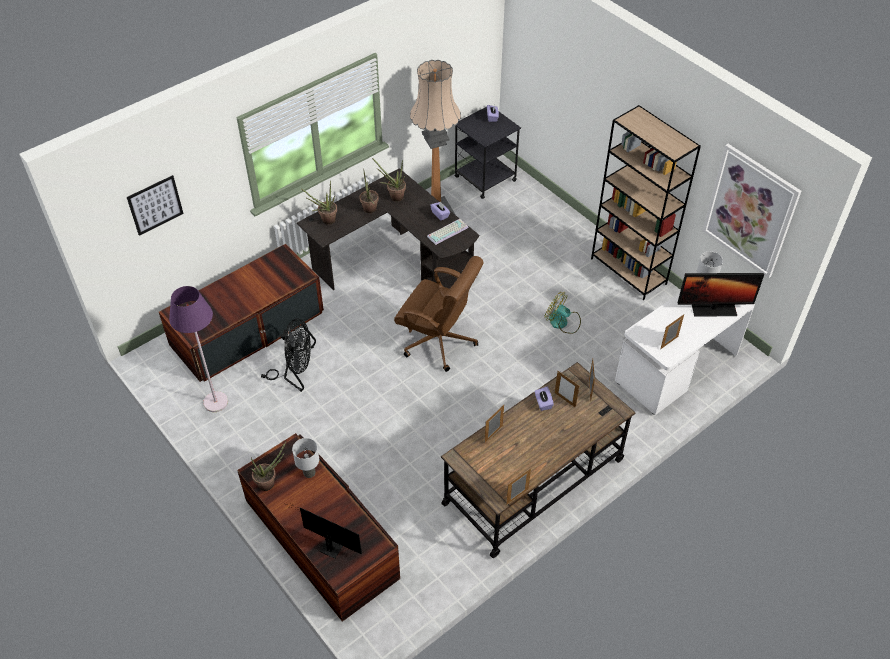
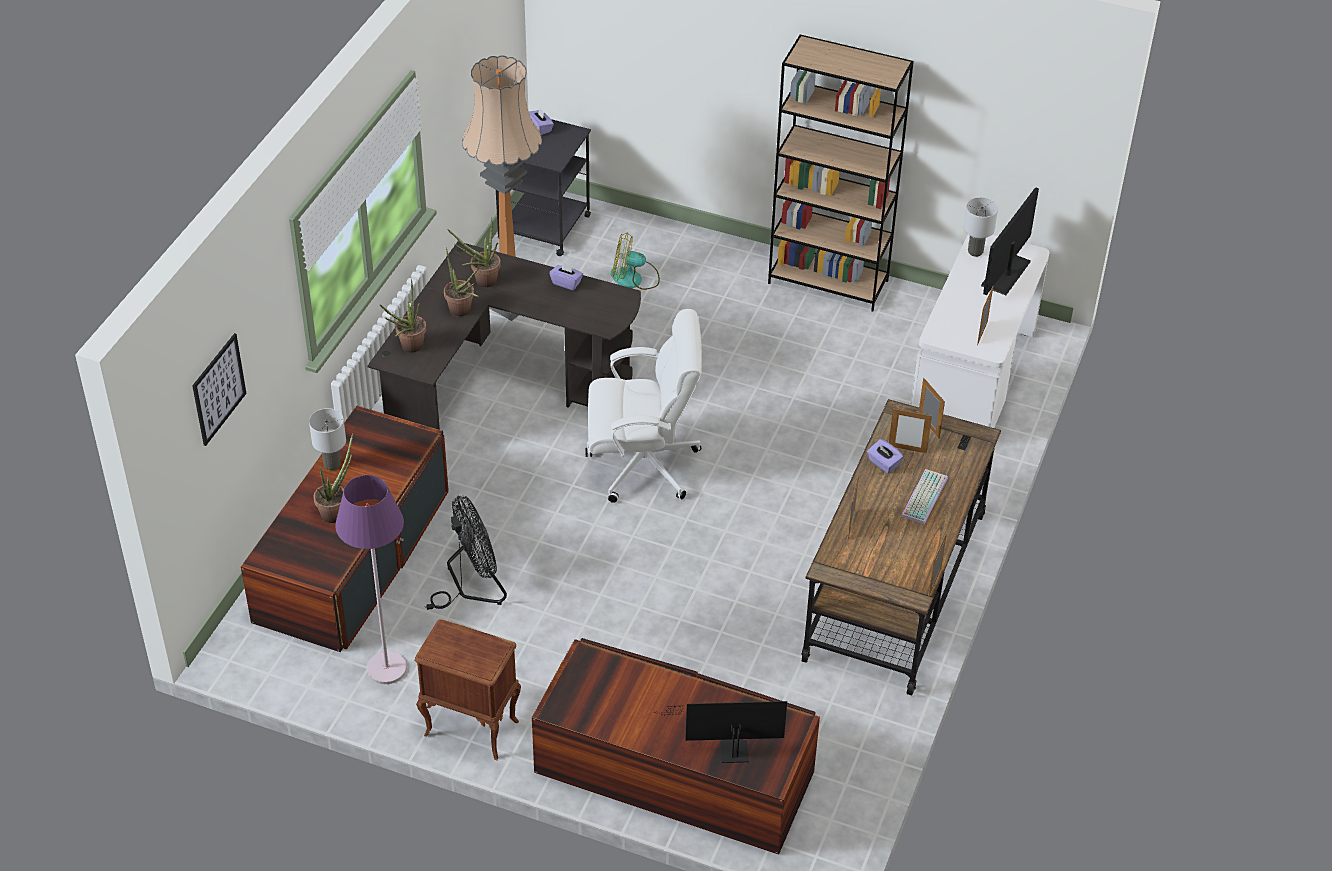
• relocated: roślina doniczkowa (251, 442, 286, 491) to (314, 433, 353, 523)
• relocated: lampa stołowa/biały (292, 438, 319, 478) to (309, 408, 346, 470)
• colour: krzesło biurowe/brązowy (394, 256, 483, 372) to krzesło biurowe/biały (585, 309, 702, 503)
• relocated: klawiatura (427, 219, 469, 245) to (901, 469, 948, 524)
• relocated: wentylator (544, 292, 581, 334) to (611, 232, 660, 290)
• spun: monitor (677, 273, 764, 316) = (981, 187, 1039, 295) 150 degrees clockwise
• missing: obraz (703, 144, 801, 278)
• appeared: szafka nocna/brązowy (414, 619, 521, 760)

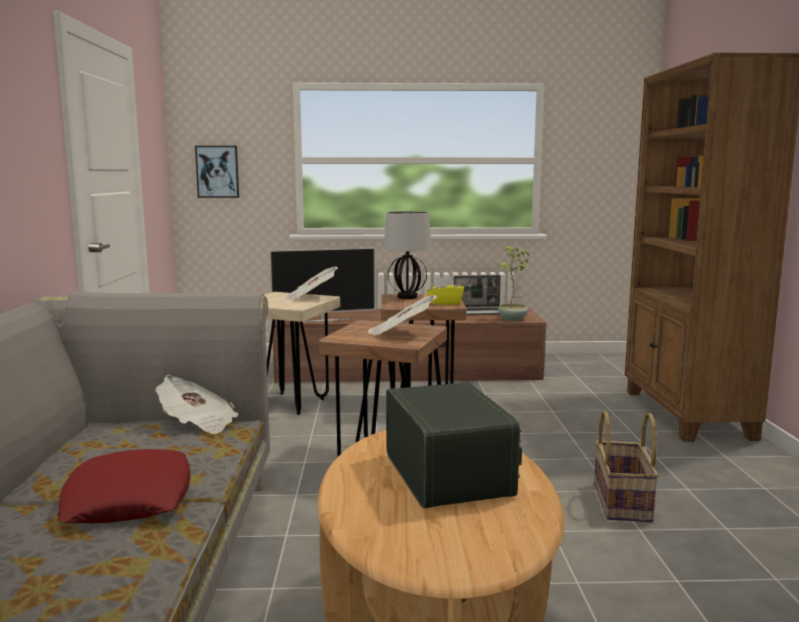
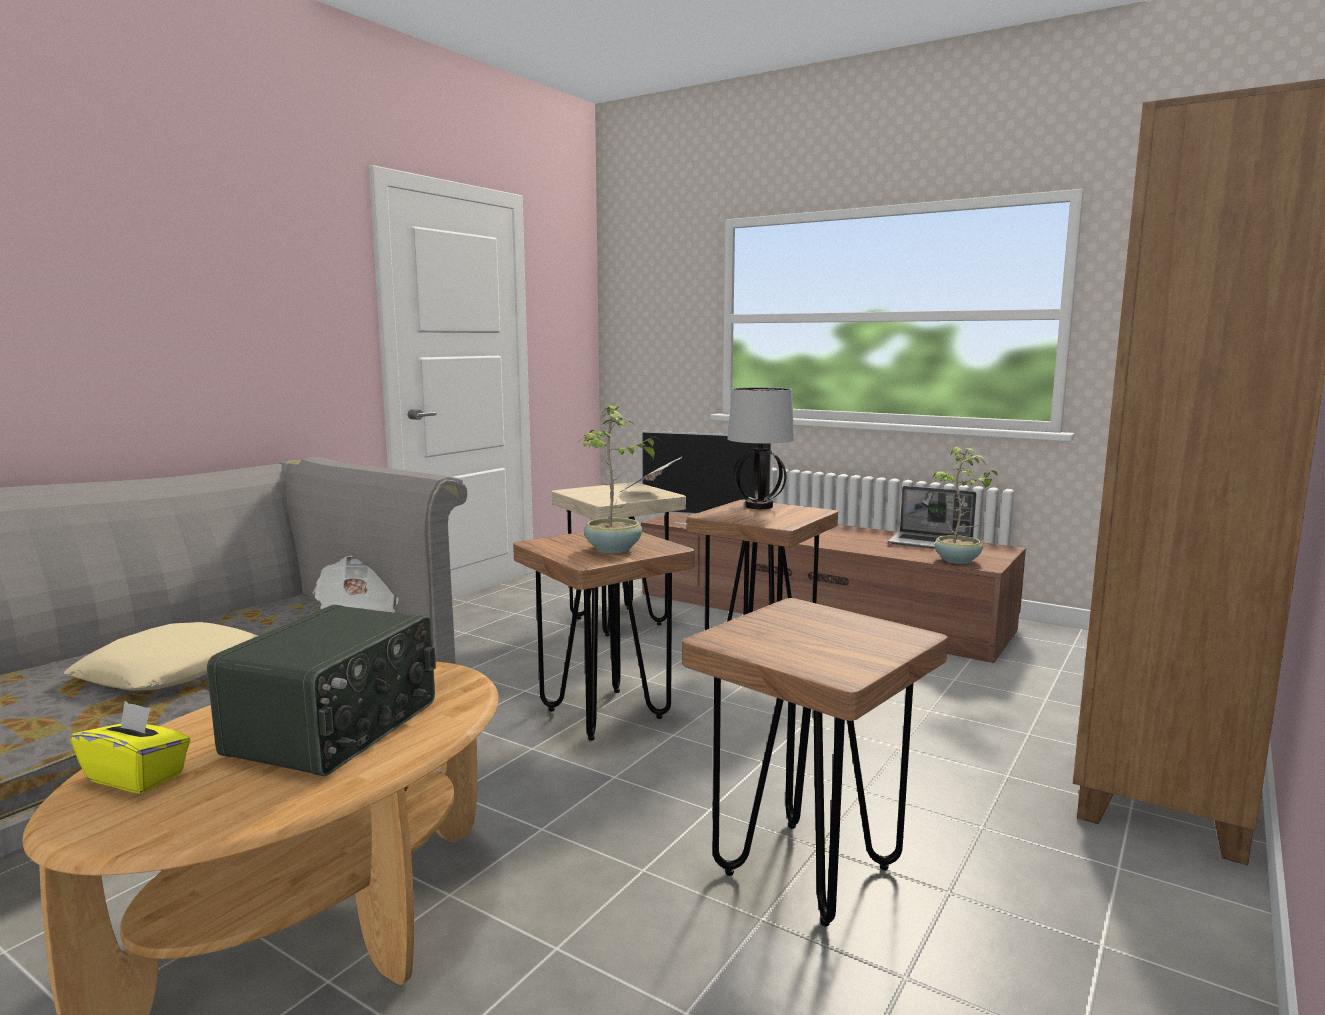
• colour: poduszka/czerwony (58, 449, 190, 523) to poduszka/beżowy (64, 622, 258, 690)
• missing: obraz (195, 146, 239, 198)
• exchanged: gazeta (367, 295, 437, 336) to roślina doniczkowa (580, 404, 662, 553)
• relocated: pudełko chusteczek/żółty (427, 277, 464, 305) to (71, 701, 191, 794)
• exchanged: koszyk (594, 411, 659, 522) to stołek/brązowy (682, 598, 948, 926)

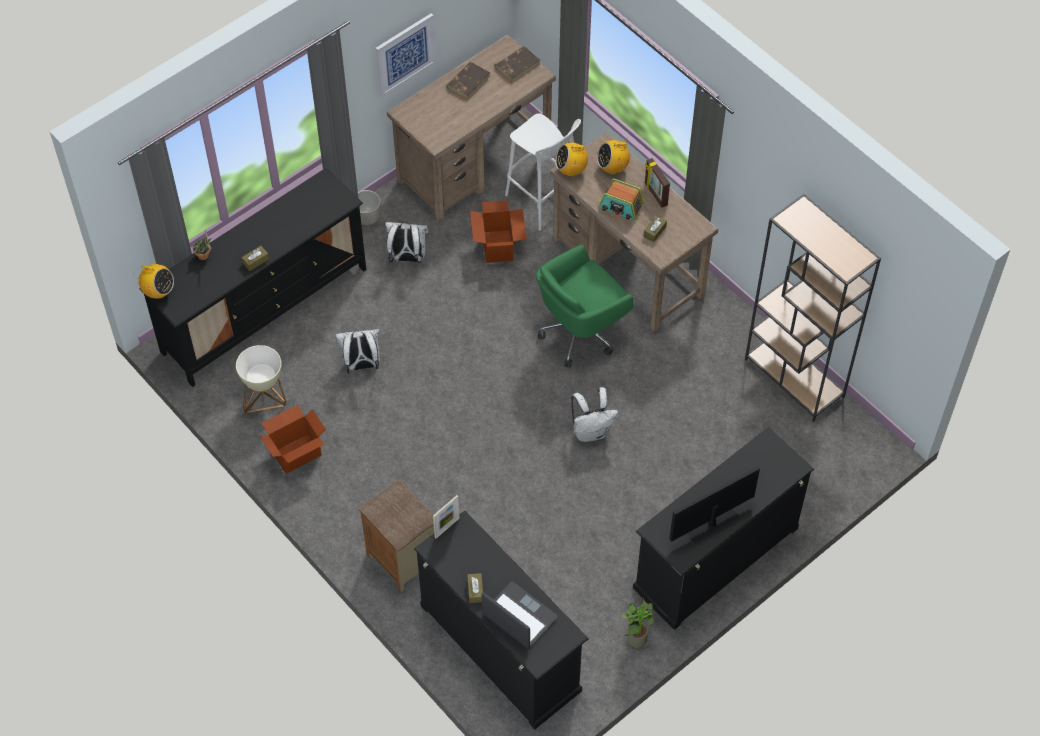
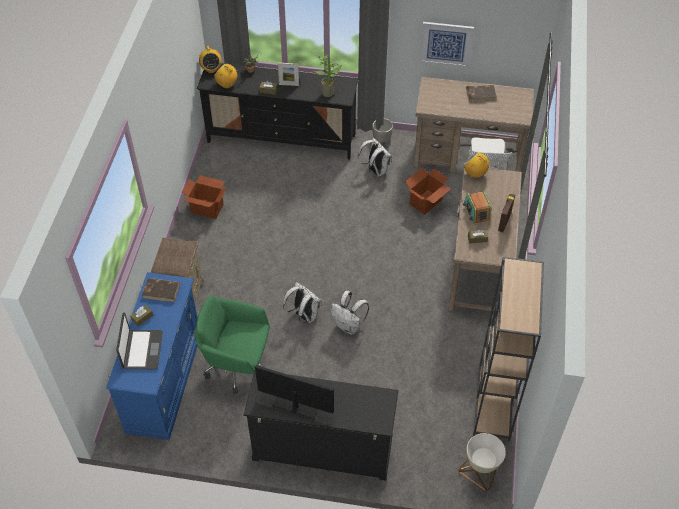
• relocated: donica (236, 345, 286, 413) to (458, 433, 506, 491)
• relocated: plecak/biały (335, 329, 380, 374) to (283, 282, 322, 323)
• colour: szafka/czarny (414, 511, 589, 729) to szafka/niebieski (106, 272, 198, 440)
• relocated: ramka na zdjęcie (433, 495, 460, 539) to (278, 63, 299, 86)
• relocated: książka/brązowy (494, 46, 540, 83) to (142, 278, 180, 302)
• relocated: krzesło biurowe/zielony (536, 245, 633, 367) to (195, 295, 270, 394)
• relocated: radio (597, 137, 630, 174) to (214, 63, 238, 88)
• relocated: roślina doniczkowa (620, 598, 654, 648) to (314, 53, 342, 97)

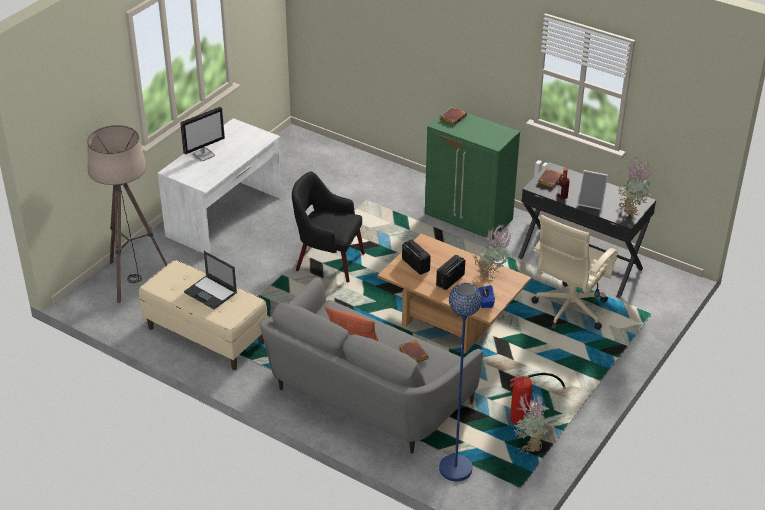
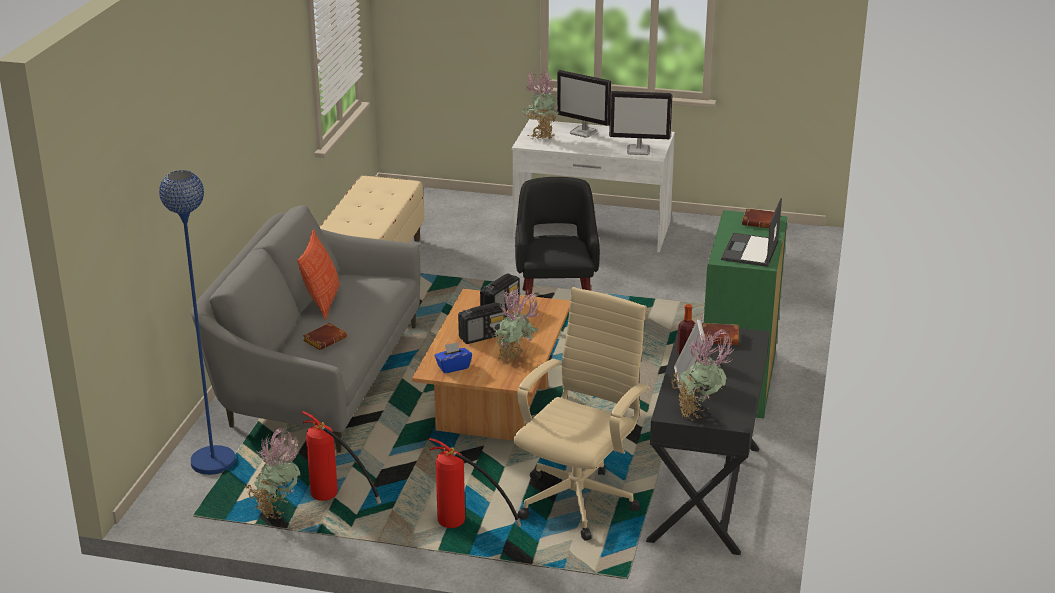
• missing: lampa stojąca (87, 125, 167, 303)
• relocated: laptop (184, 251, 237, 309) to (721, 198, 782, 267)
• spun: radio (436, 255, 465, 290) = (458, 302, 507, 344) 135 degrees clockwise
• spun: krzesło biurowe/beżowy (532, 215, 618, 331) = (513, 287, 650, 541) 105 degrees clockwise
• appeared: gaśnica (429, 438, 521, 528)
• appeared: roślina doniczkowa (522, 69, 559, 140)
• appeared: monitor (609, 91, 673, 155)

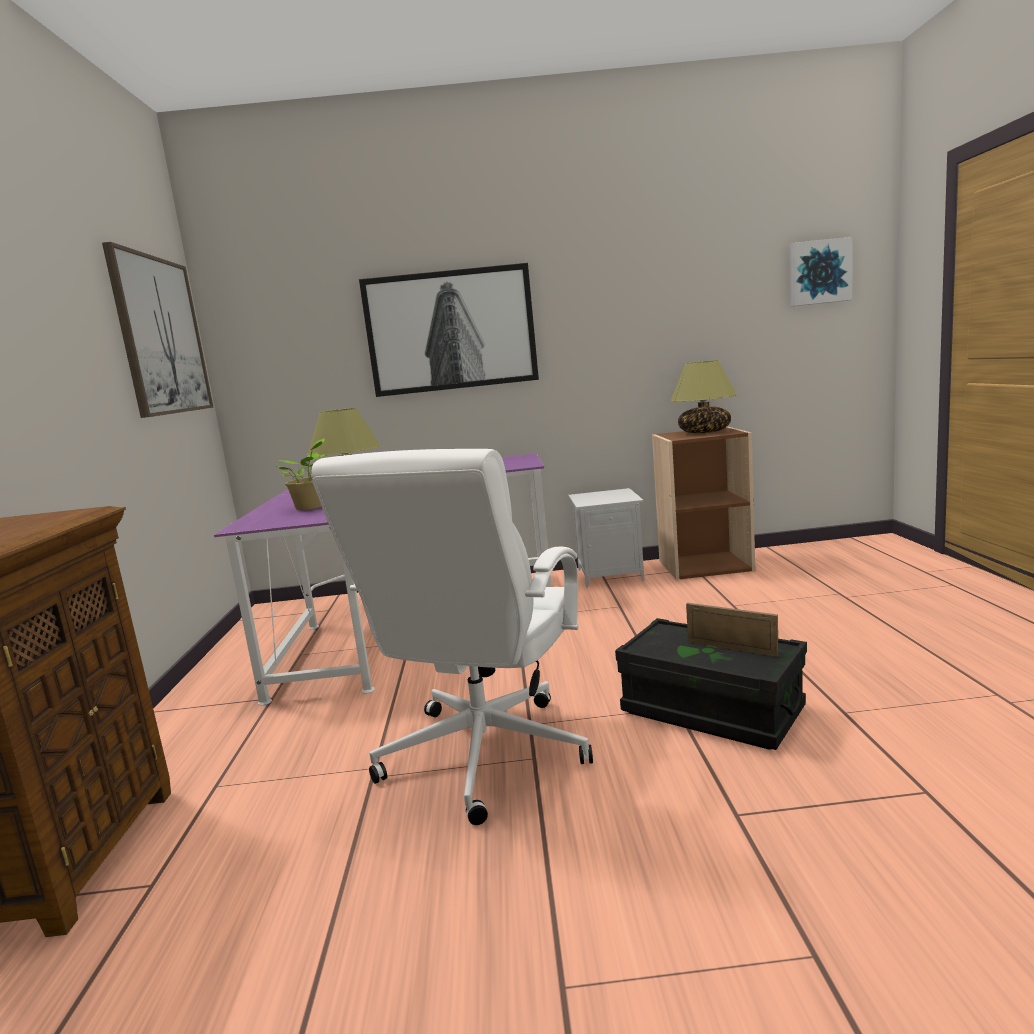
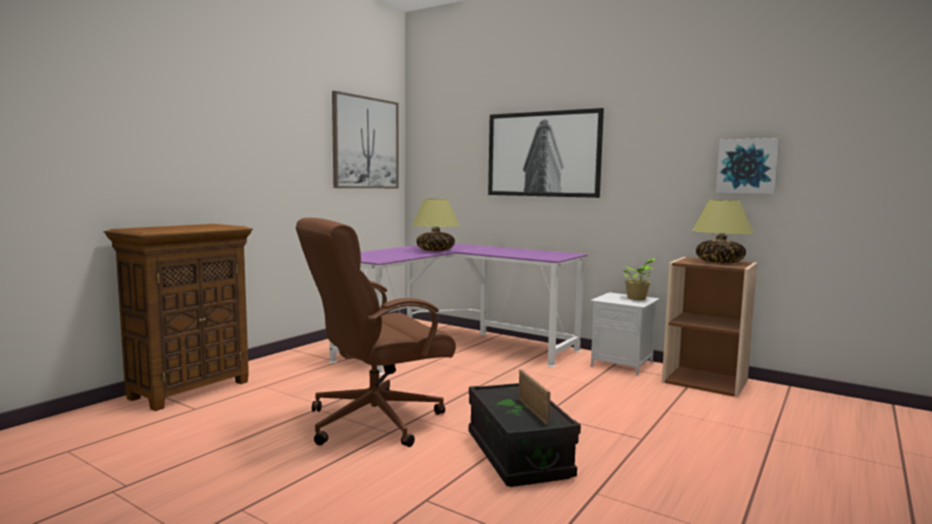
• relocated: roślina doniczkowa (277, 438, 325, 510) to (623, 258, 655, 300)
• colour: krzesło biurowe/biały (311, 449, 593, 825) to krzesło biurowe/brązowy (296, 218, 456, 447)
• relocated: obraz (790, 237, 853, 306) to (716, 138, 780, 194)

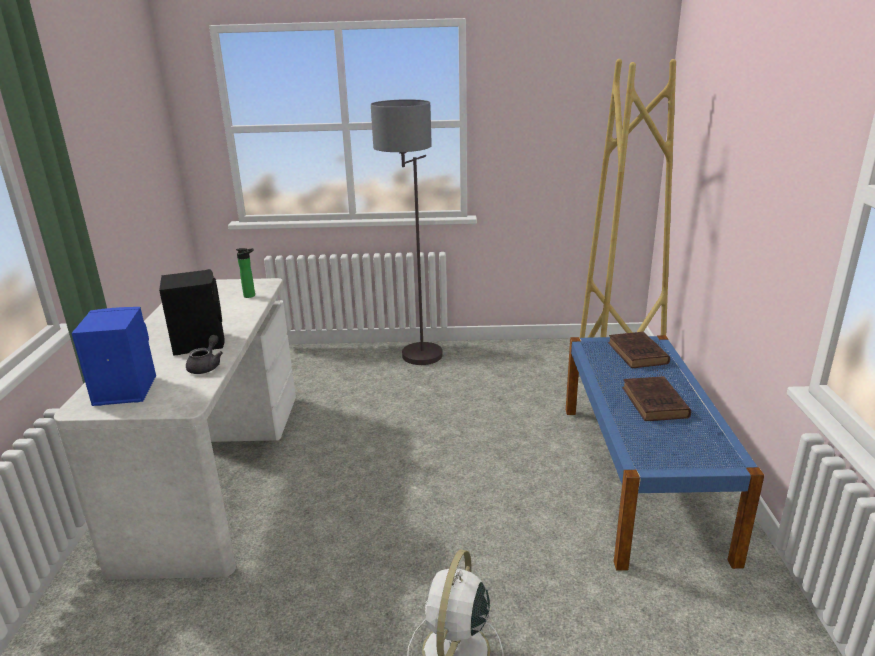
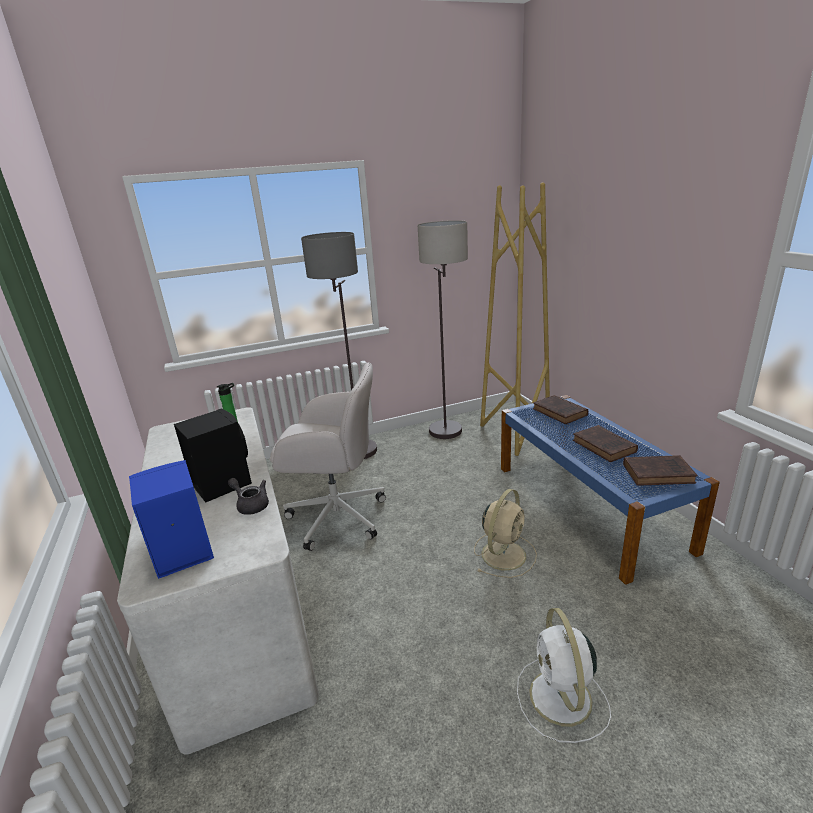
• spun: imbryk/szary (186, 335, 223, 374) = (228, 478, 269, 515) 45 degrees counterclockwise
• appeared: krzesło biurowe/biały (270, 362, 386, 551)
• appeared: lampa stojąca/szary (418, 220, 468, 439)
• appeared: wentylator/beżowy (474, 489, 537, 578)
• appeared: książka/brązowy (623, 455, 698, 486)

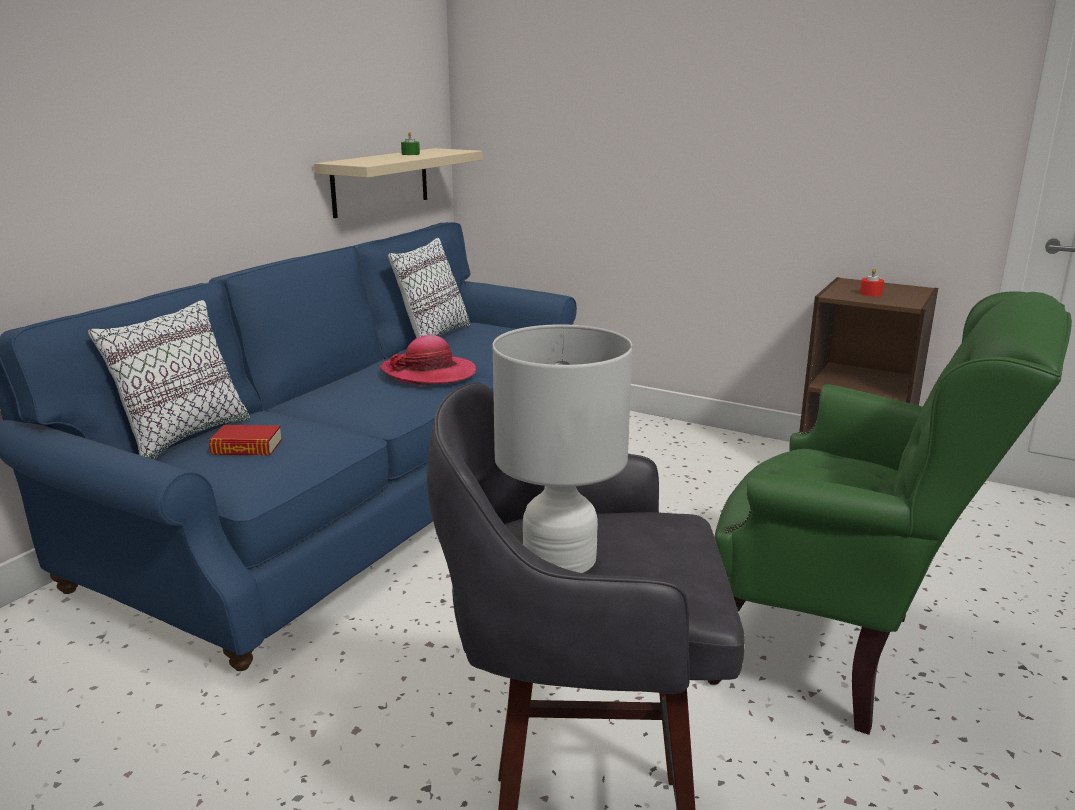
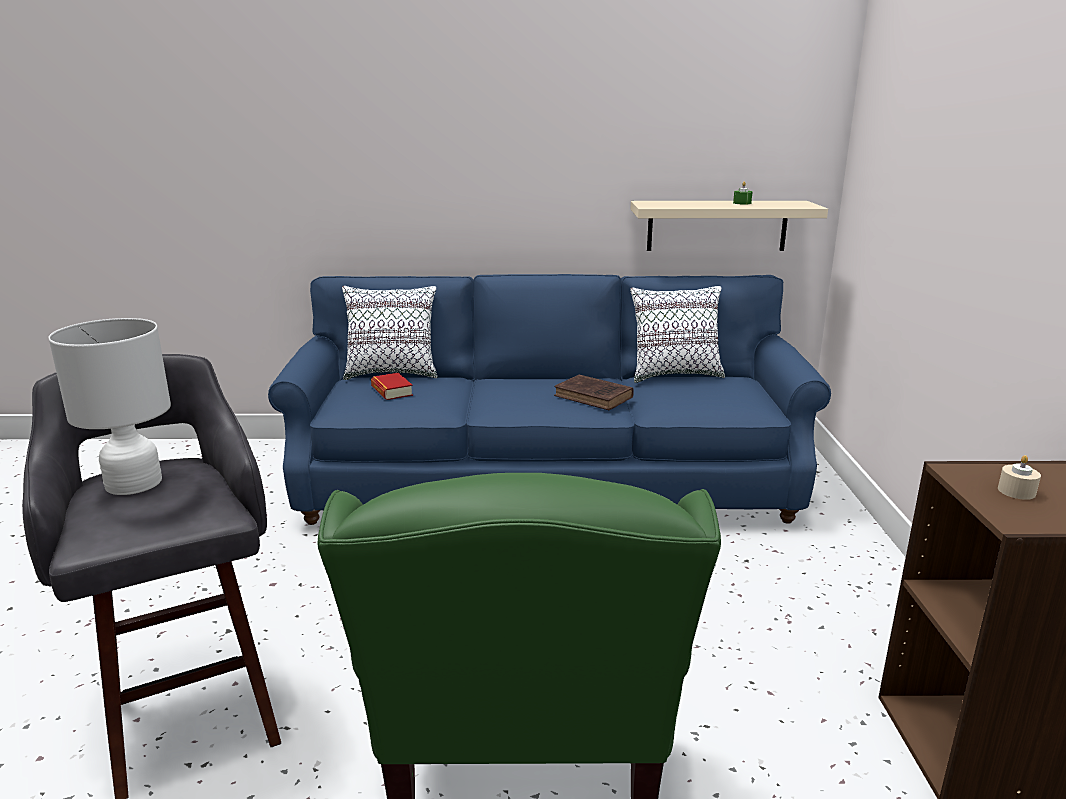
• exchanged: kapelusz (380, 335, 476, 386) to książka/brązowy (554, 375, 634, 410)
• colour: świeca/czerwony (860, 268, 884, 296) to świeca/beżowy (998, 455, 1041, 500)

